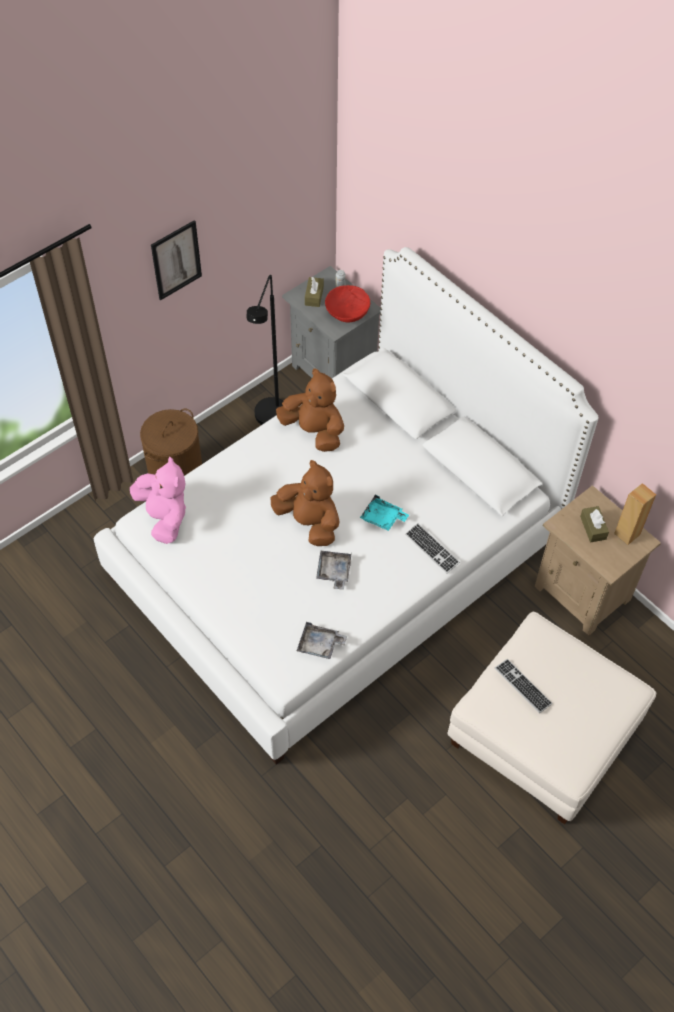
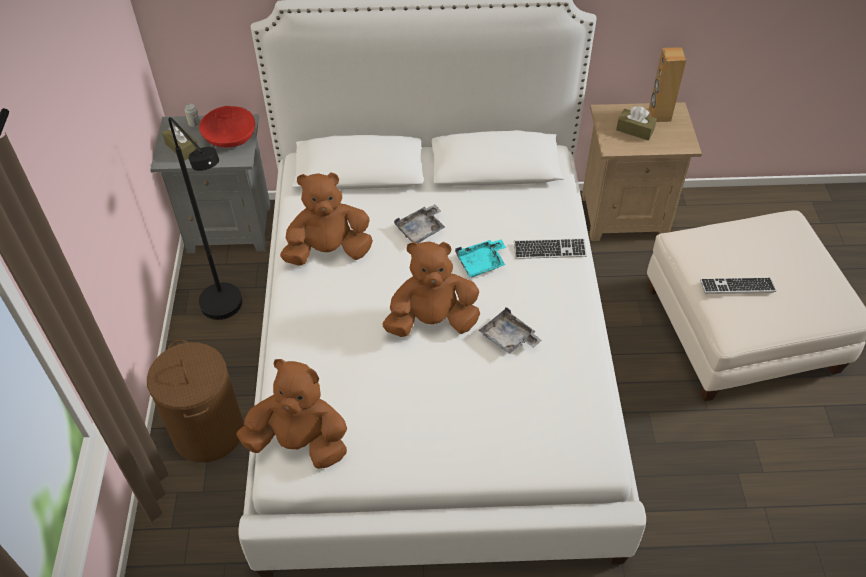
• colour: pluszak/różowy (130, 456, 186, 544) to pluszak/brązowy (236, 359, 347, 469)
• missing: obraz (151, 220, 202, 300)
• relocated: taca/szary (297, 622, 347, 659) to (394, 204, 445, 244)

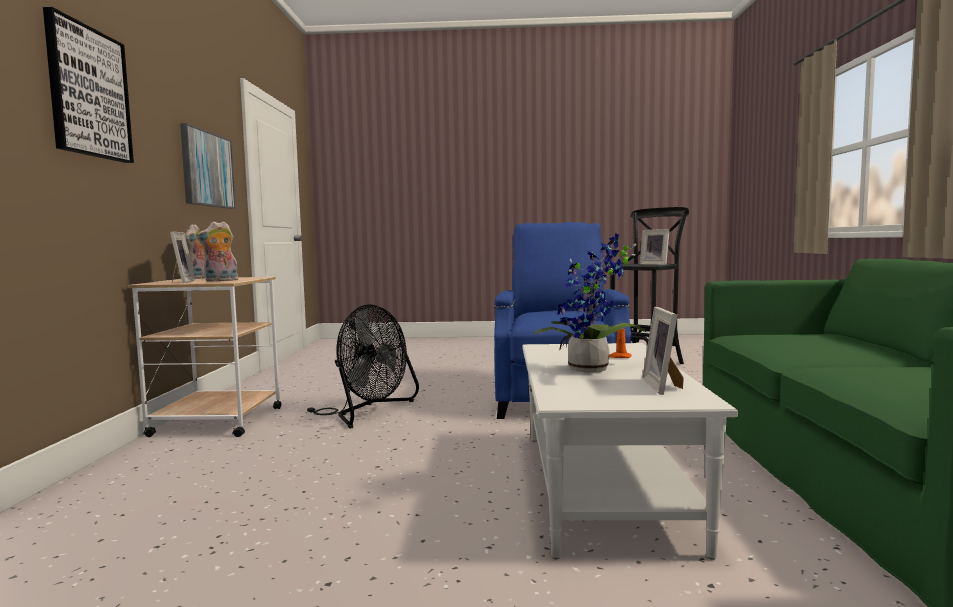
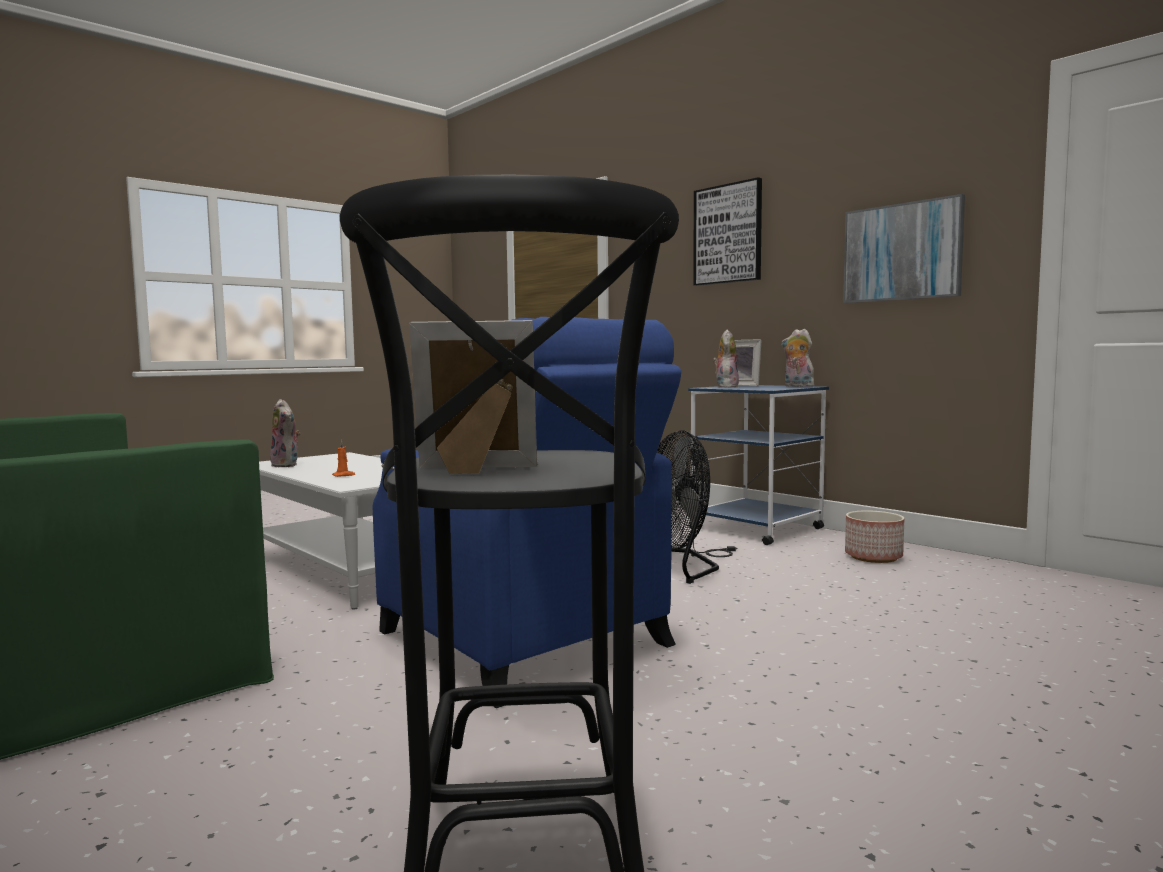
• colour: wózek/beżowy (128, 277, 281, 437) to wózek/niebieski (688, 385, 829, 545)
• missing: roślina doniczkowa (533, 233, 647, 373)
• exchanged: ramka na zdjęcie (642, 307, 684, 395) to pluszak (270, 399, 301, 467)
• appeared: donica (845, 510, 904, 563)

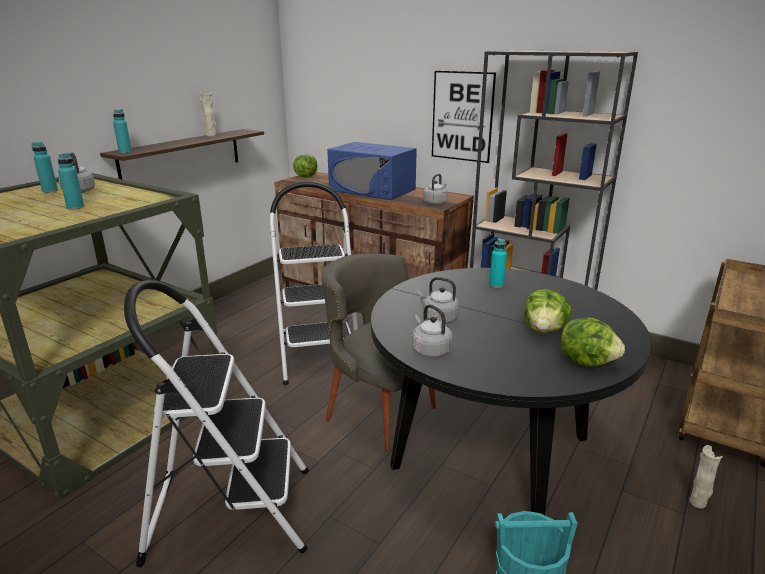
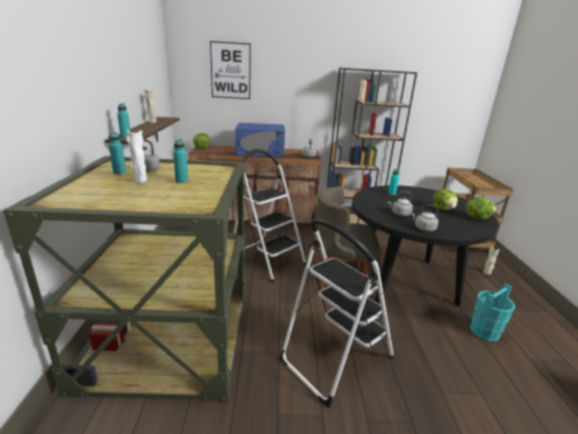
• relocated: obraz (432, 71, 496, 163) to (210, 41, 251, 99)
• appeared: wazon/biały (126, 130, 147, 183)

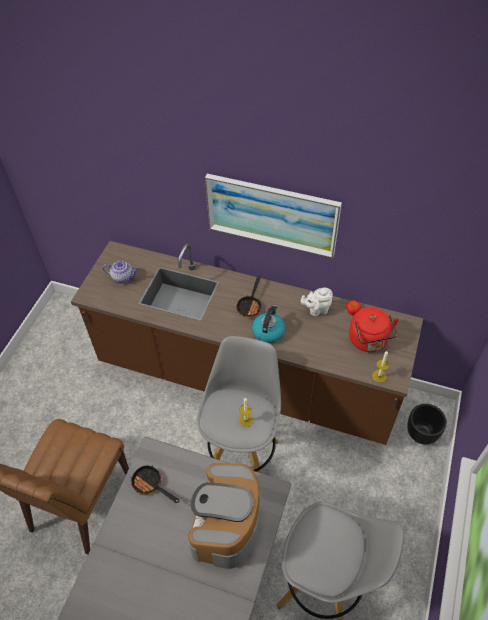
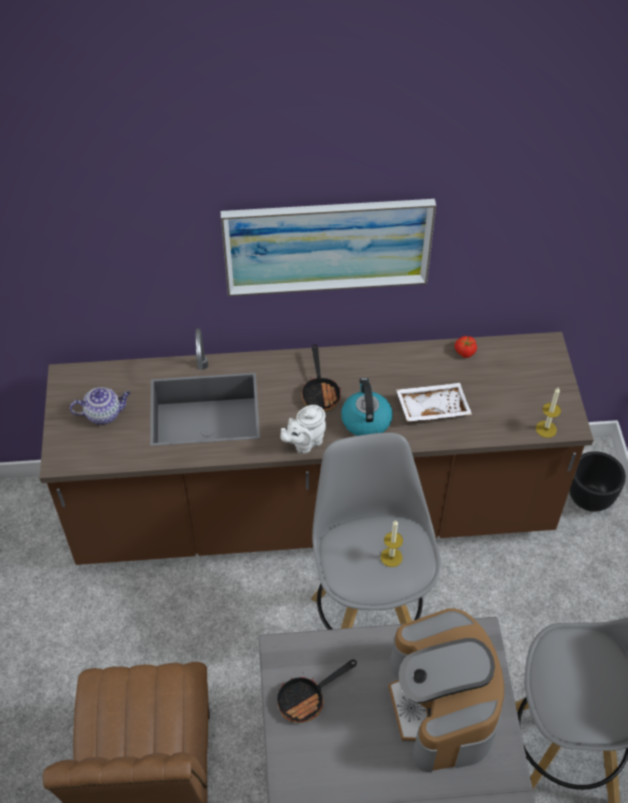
• spun: patelnia (130, 466, 179, 503) = (277, 659, 357, 723) 45 degrees counterclockwise
• relocated: imbryk/biały (301, 288, 333, 316) to (280, 405, 326, 454)
• missing: czajnik/czerwony (349, 307, 399, 352)
• appeared: taca/biały (396, 383, 472, 422)

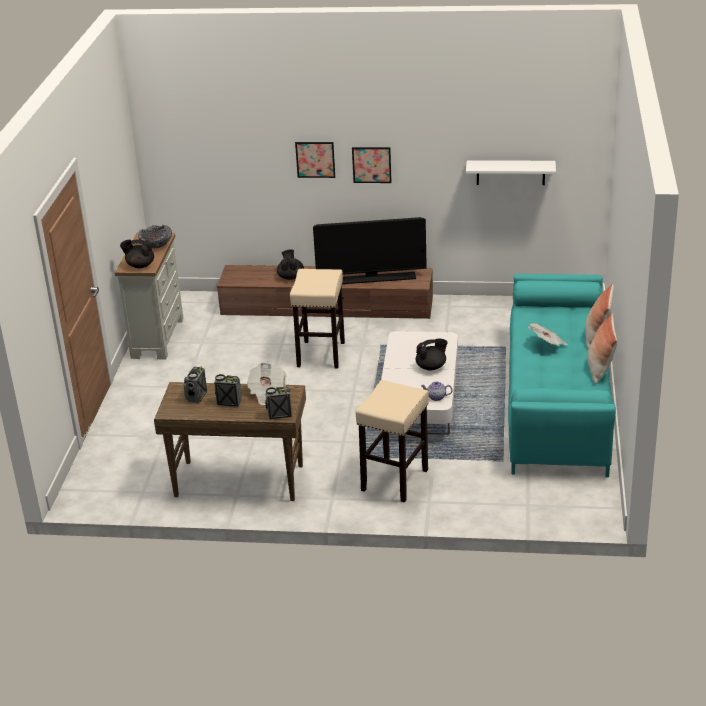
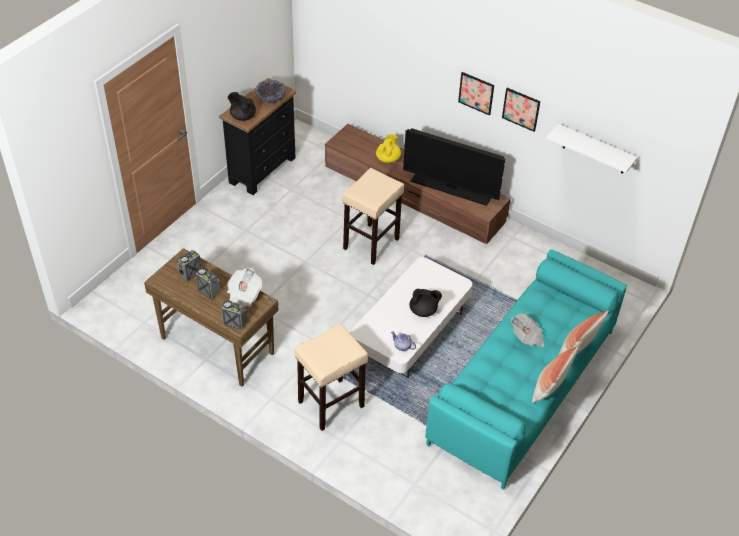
• colour: komoda/biały (114, 232, 184, 359) to komoda/czarny (219, 78, 296, 195)
• colour: imbryk/czarny (277, 249, 304, 280) to imbryk/żółty (376, 134, 401, 163)
• relocated: obraz (295, 142, 335, 178) to (502, 88, 540, 132)

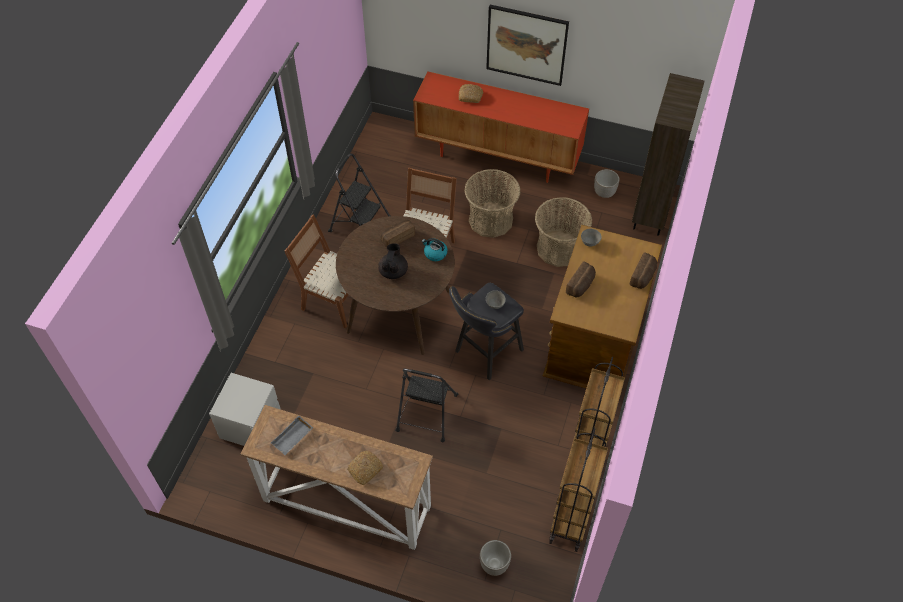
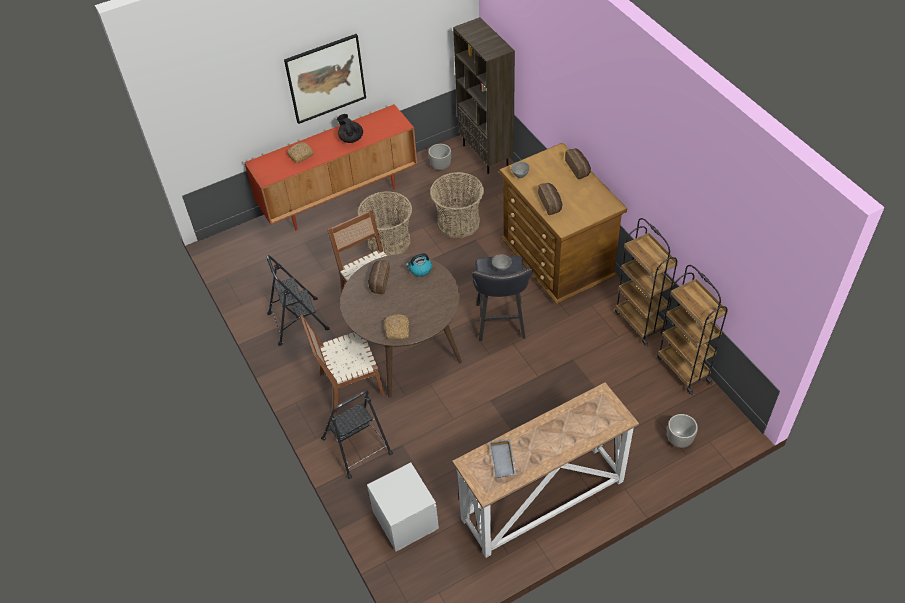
• relocated: chleb (348, 451, 383, 485) to (384, 314, 409, 339)
• relocated: imbryk/czarny (378, 243, 408, 279) to (337, 114, 363, 143)
• relocated: drabinka/czarny (395, 369, 458, 442) to (321, 390, 393, 479)

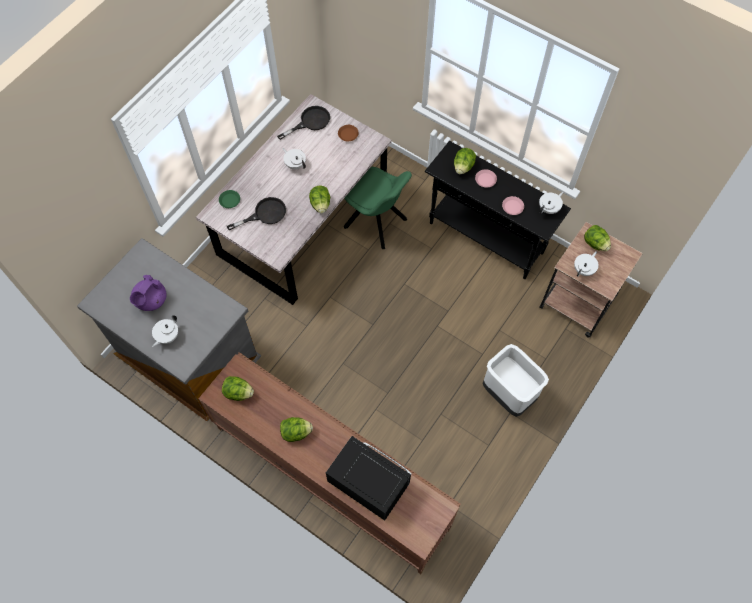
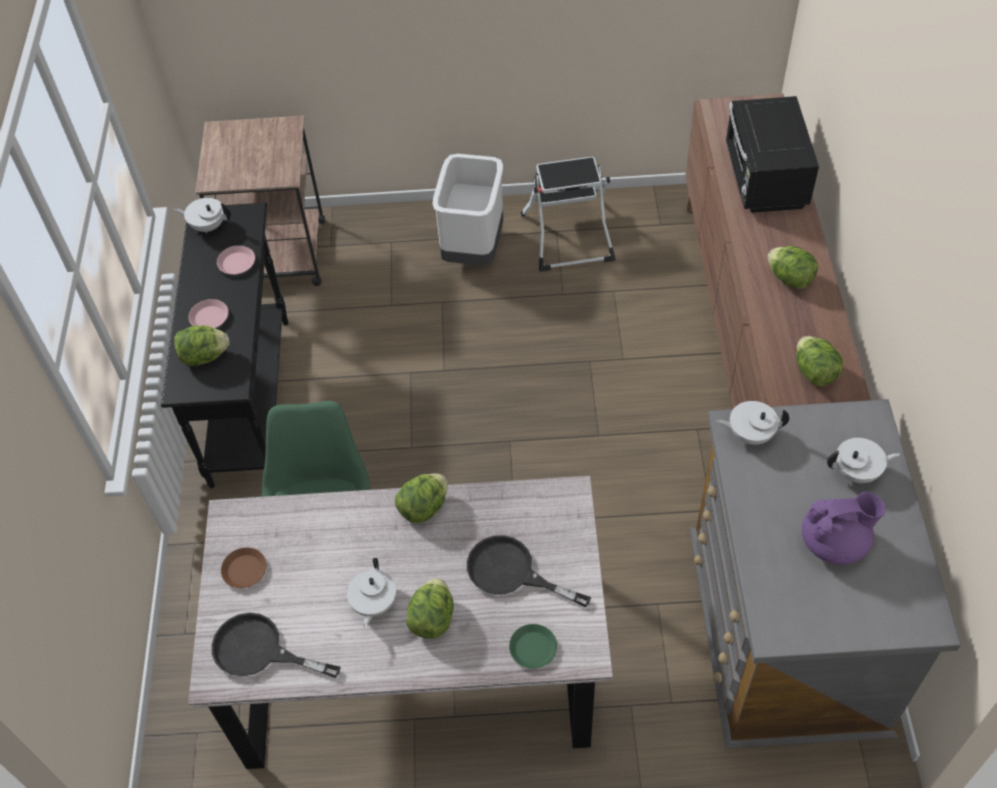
• relocated: imbryk/biały (574, 251, 599, 277) to (716, 401, 789, 445)
• relocated: sałata (584, 225, 611, 251) to (406, 578, 454, 639)
• appeared: drabinka (521, 157, 616, 272)

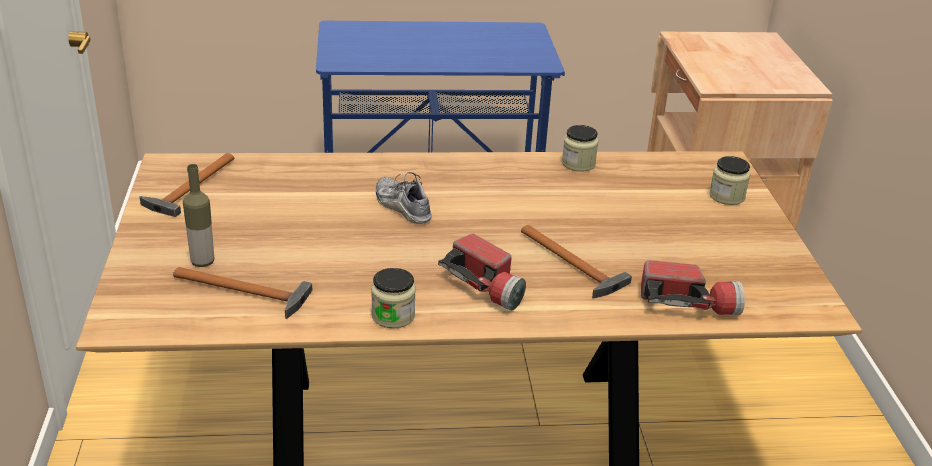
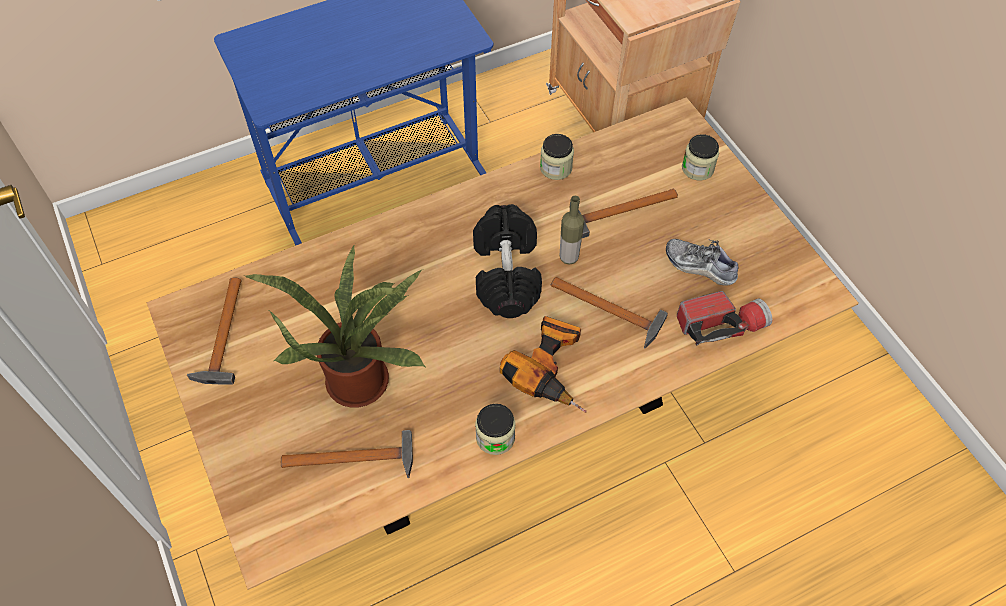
• relocated: butelka (183, 164, 214, 267) to (559, 196, 584, 265)
• relocated: but (376, 172, 432, 224) to (666, 239, 738, 286)
• exchanged: latarka (438, 233, 526, 311) to wiertarka (500, 316, 586, 412)
• appeared: roślina doniczkowa (244, 244, 426, 408)
• appeared: hantel/czarny (473, 204, 542, 318)
• appeared: młotek (570, 189, 678, 238)

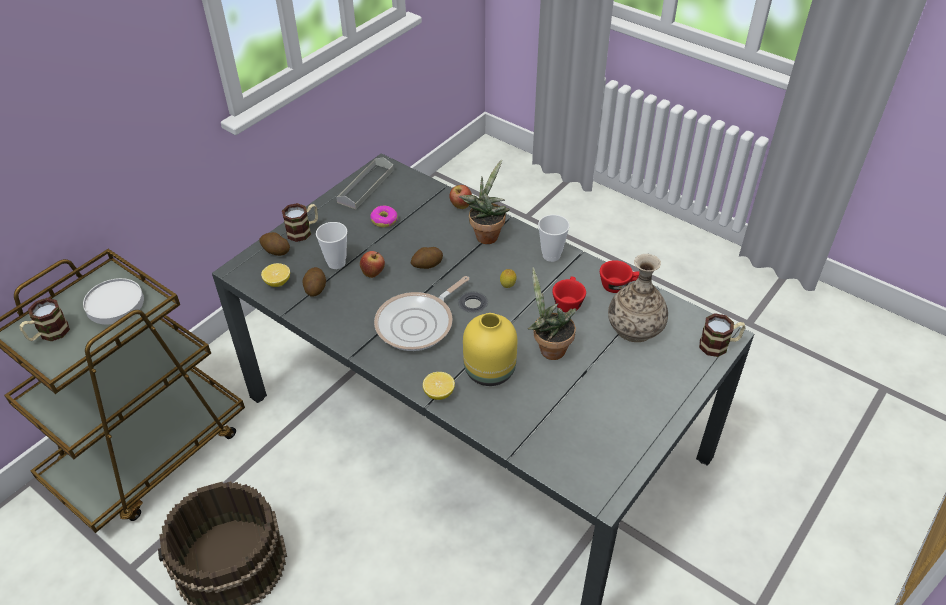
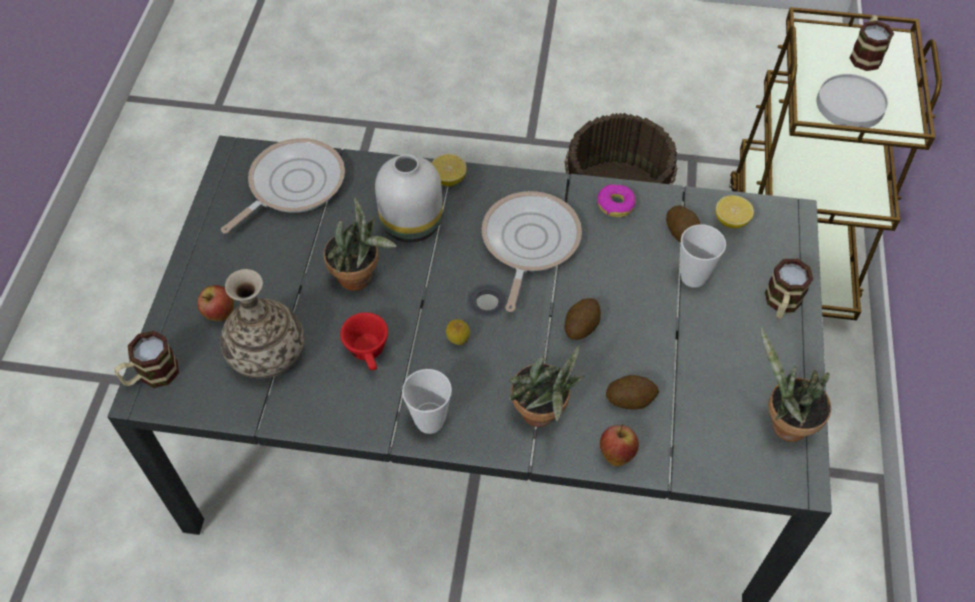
• relocated: ziemniak (259, 232, 290, 256) to (606, 375, 659, 410)
• exchanged: taca/szary (336, 157, 394, 209) to roślina doniczkowa (760, 328, 831, 442)
• relocated: jabłko (360, 251, 385, 278) to (197, 285, 234, 321)
• relocated: donut (371, 206, 398, 227) to (597, 184, 636, 217)
• colour: wazon/żółty (463, 313, 517, 386) to wazon/biały (375, 154, 443, 243)
• missing: filiżanka/czerwony (600, 260, 639, 293)
• appeared: patelnia (221, 138, 345, 234)

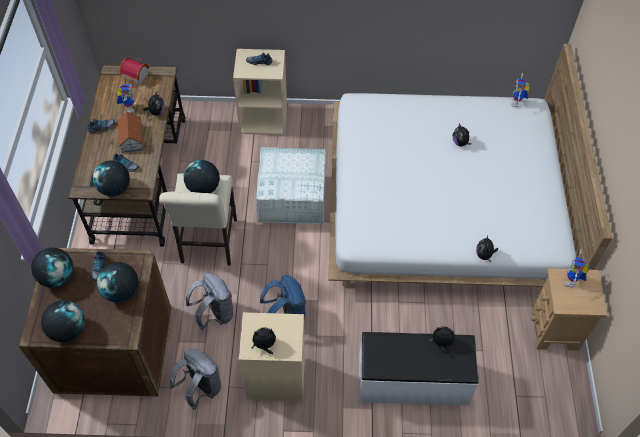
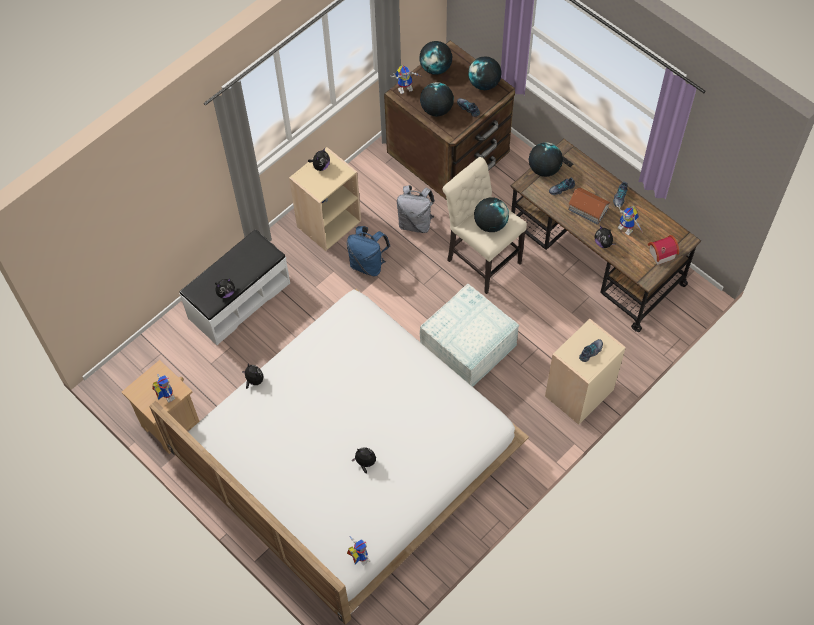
• missing: plecak/szary (170, 349, 221, 410)
• appeared: robot zabawkowy (390, 65, 421, 94)

